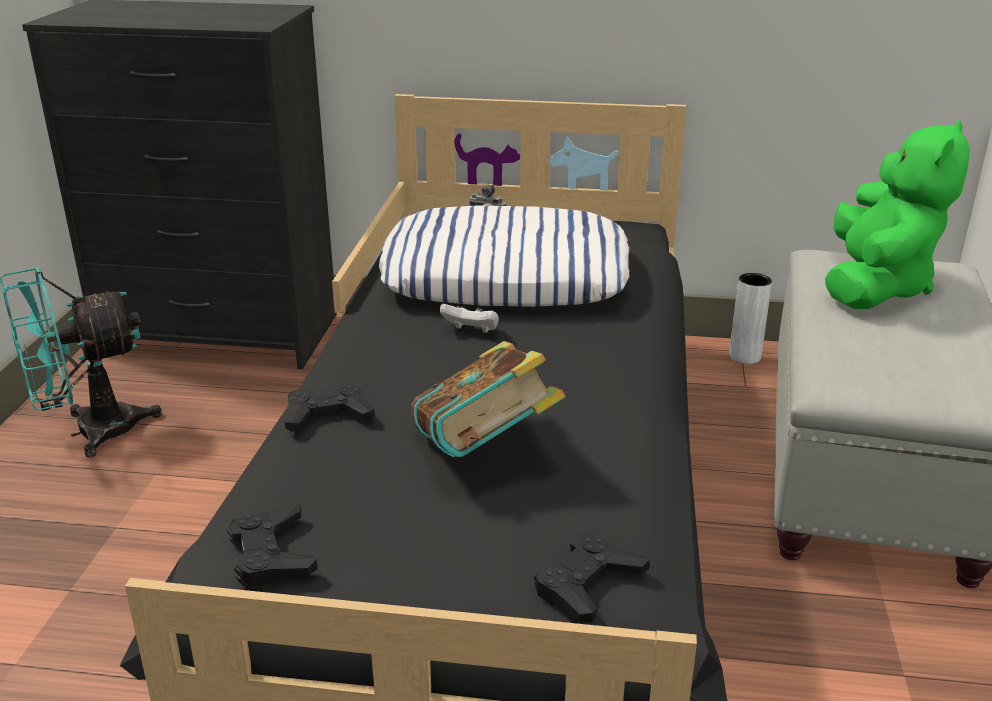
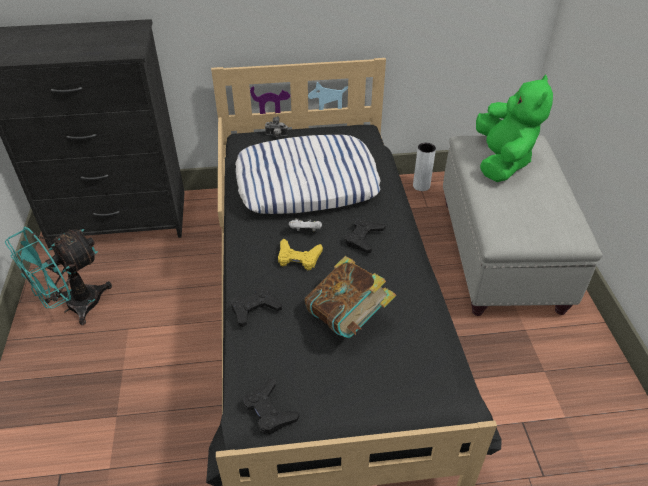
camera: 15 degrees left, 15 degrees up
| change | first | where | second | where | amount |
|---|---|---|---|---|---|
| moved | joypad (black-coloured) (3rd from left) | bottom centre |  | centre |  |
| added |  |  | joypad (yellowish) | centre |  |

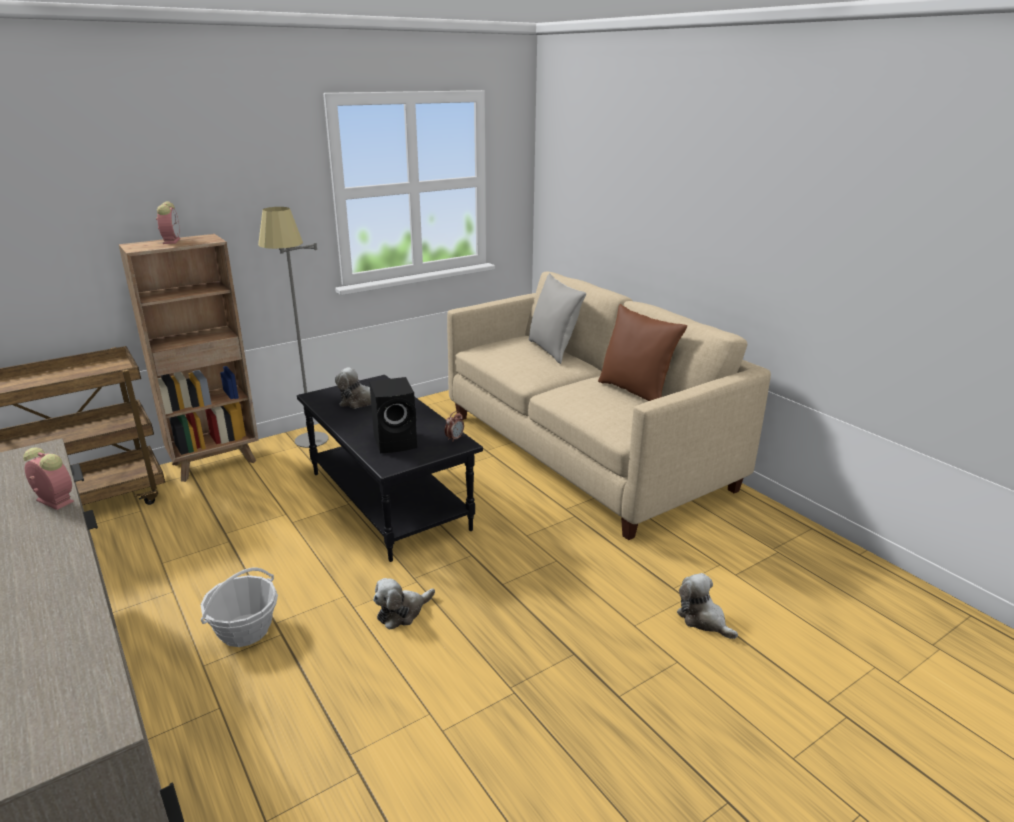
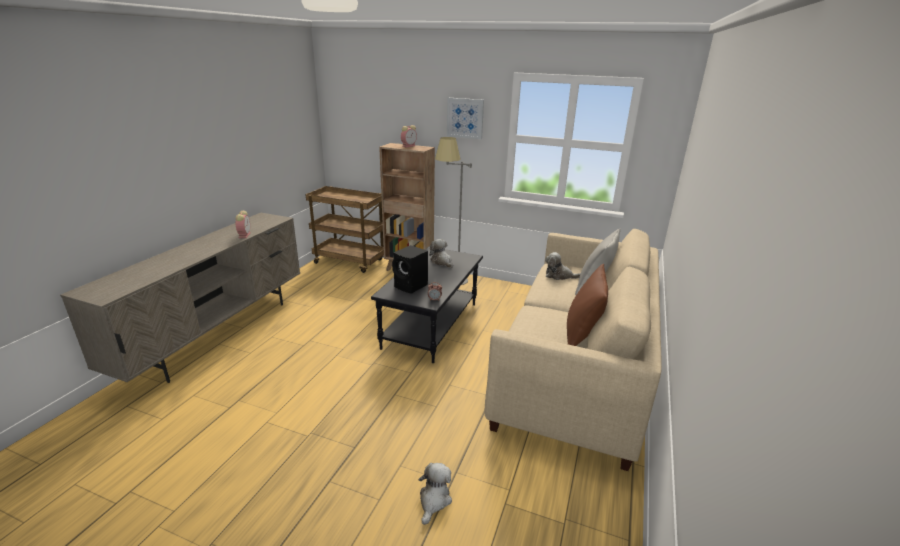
camera: 55 degrees right, 0 degrees up
| change | first | where | second | where | amount |
|---|---|---|---|---|---|
| removed | basket | bottom left |  |  |  |
| moved | plush toy (2nd from left in the first image) | bottom centre | plush toy (3rd from left) | centre |  |
| added |  |  | wall picture | top centre |  |

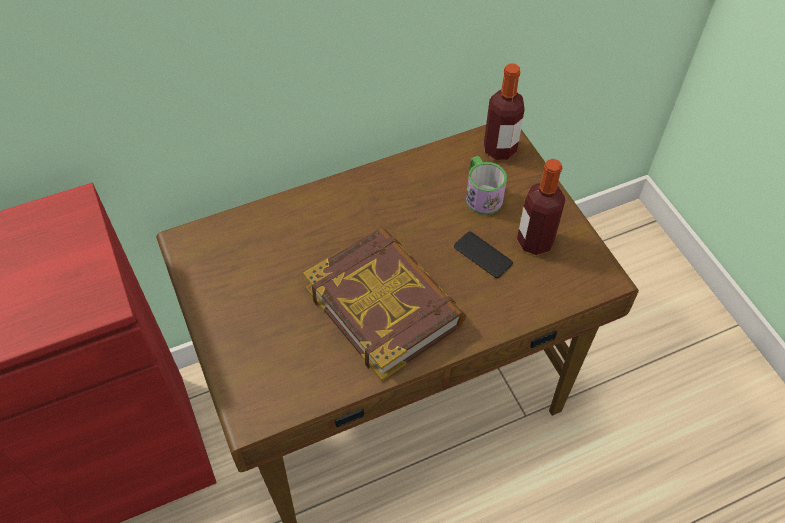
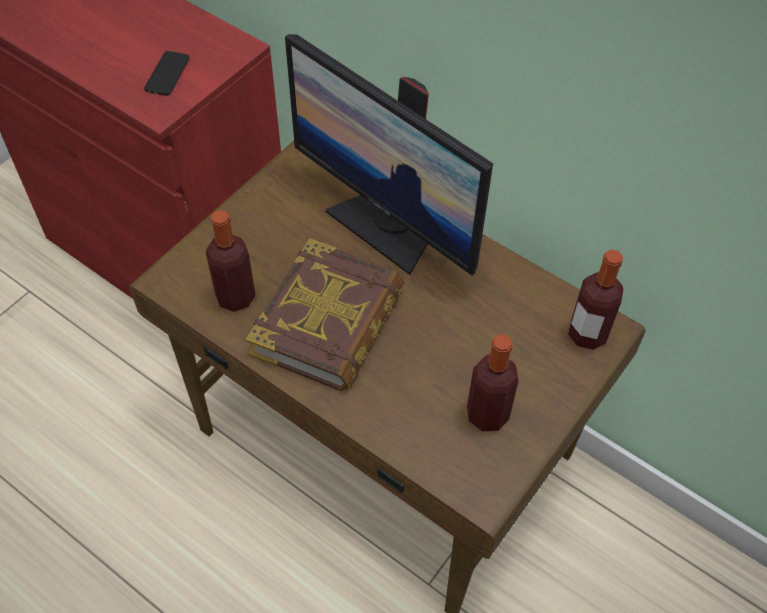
camera: 60 degrees right, 0 degrees up
| change | first | where | second | where | amount |
|---|---|---|---|---|---|
| moved | phone | centre |  | top left |  |
| removed | tea mug | centre |  |  |  |
| added |  |  | bottle (1st from left) | middle left |  |
| added |  |  | monitor | top centre |  |

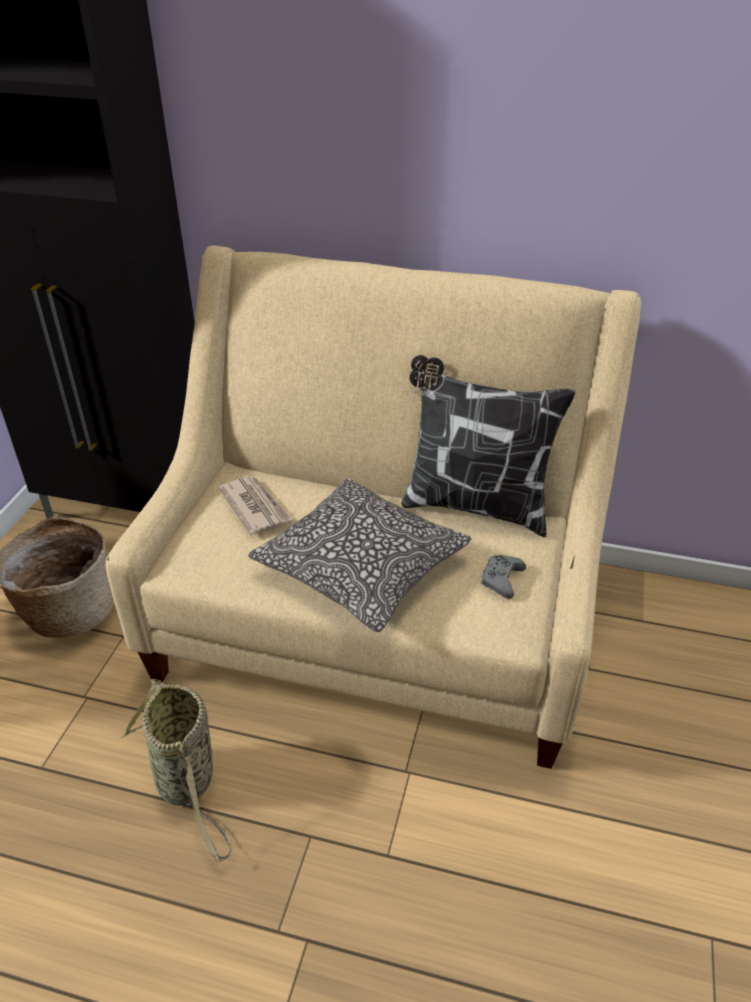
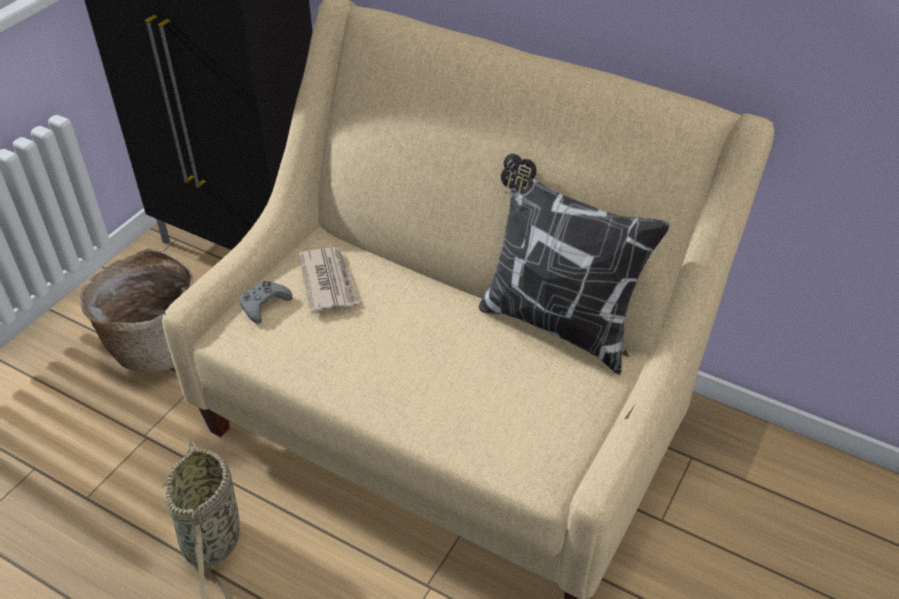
camera: 15 degrees right, 5 degrees up
| change | first | where | second | where | amount |
|---|---|---|---|---|---|
| removed | throw pillow (1st from left) | centre |  |  |  |
| moved | joypad (grey) | middle right |  | middle left |  |

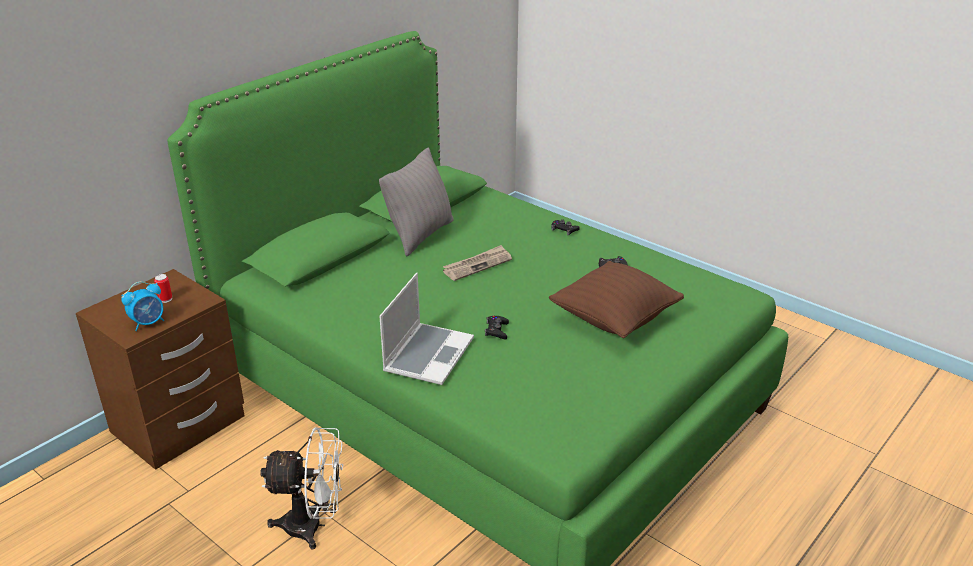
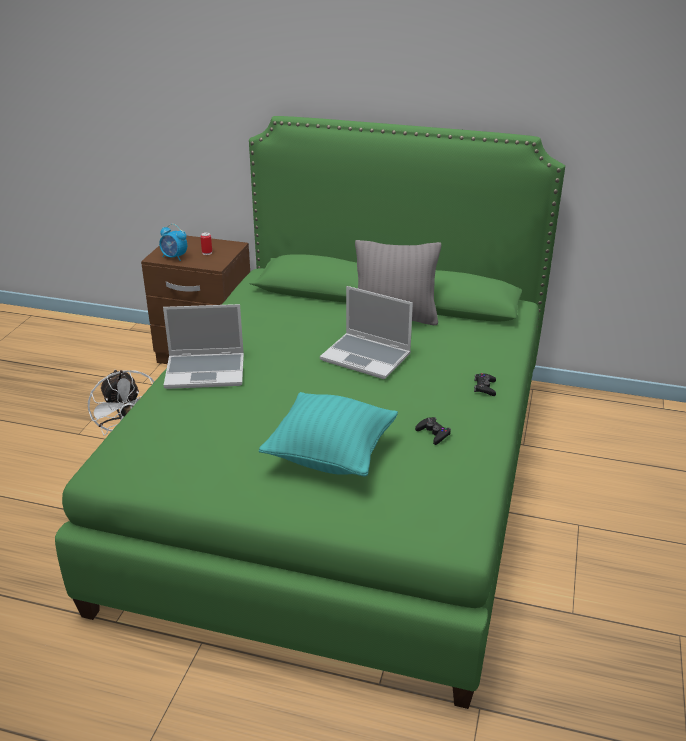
camera: 65 degrees right, 0 degrees up
| change | first | where | second | where | amount |
|---|---|---|---|---|---|
| replaced | printed paper | centre | notebook computer (2nd from left) | centre |  |
| removed | joypad (black-coloured) (1st from left) | centre |  |  |  |
| recoloured | throw pillow (brown) | centre | throw pillow (turquoise) | centre |  |

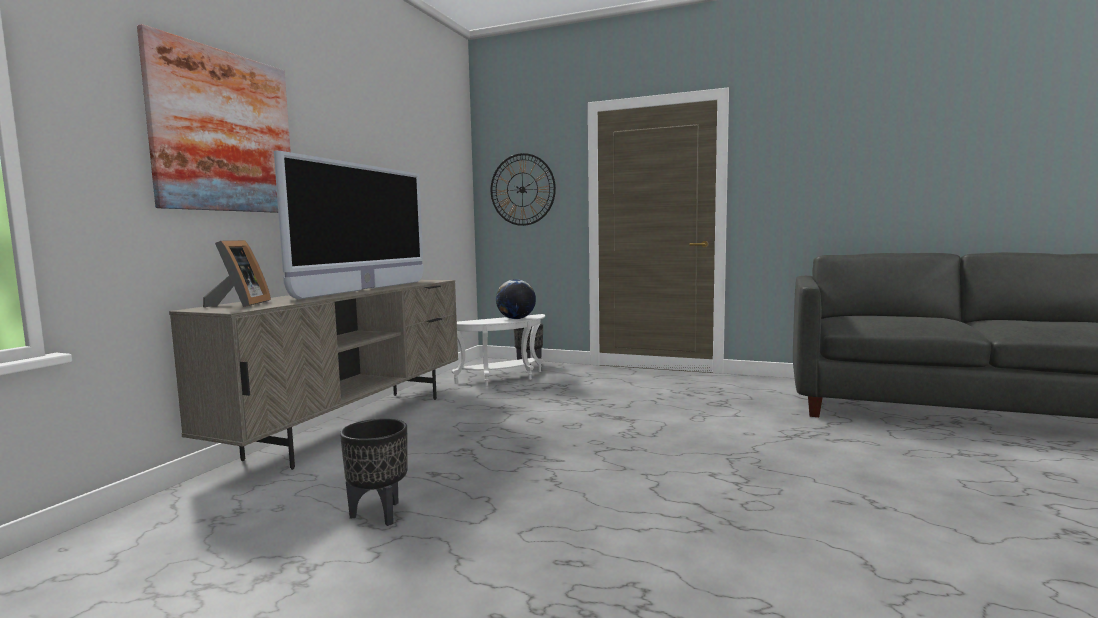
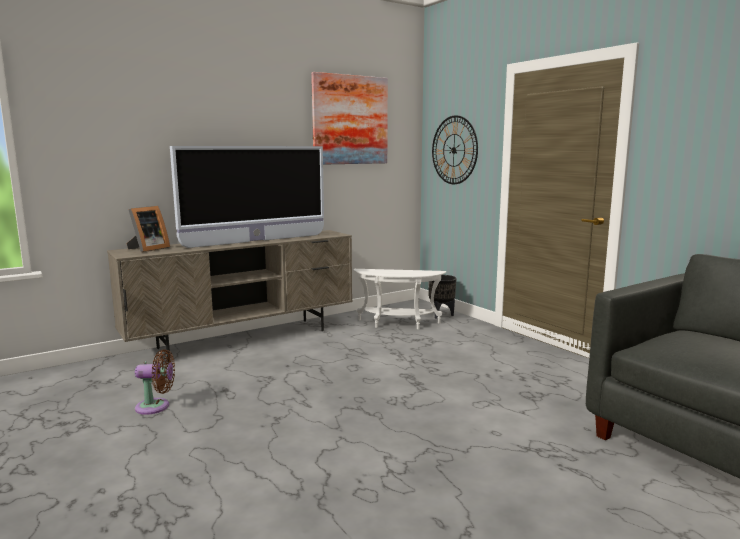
camera: 35 degrees right, 5 degrees up
| change | first | where | second | where | amount |
|---|---|---|---|---|---|
| moved | wall picture | top left |  | top centre |  |
| replaced | flower pot (black-coloured) (1st from left) | bottom centre | electric fan (brown) | bottom left |  |
| removed | world globe | centre |  |  |  |

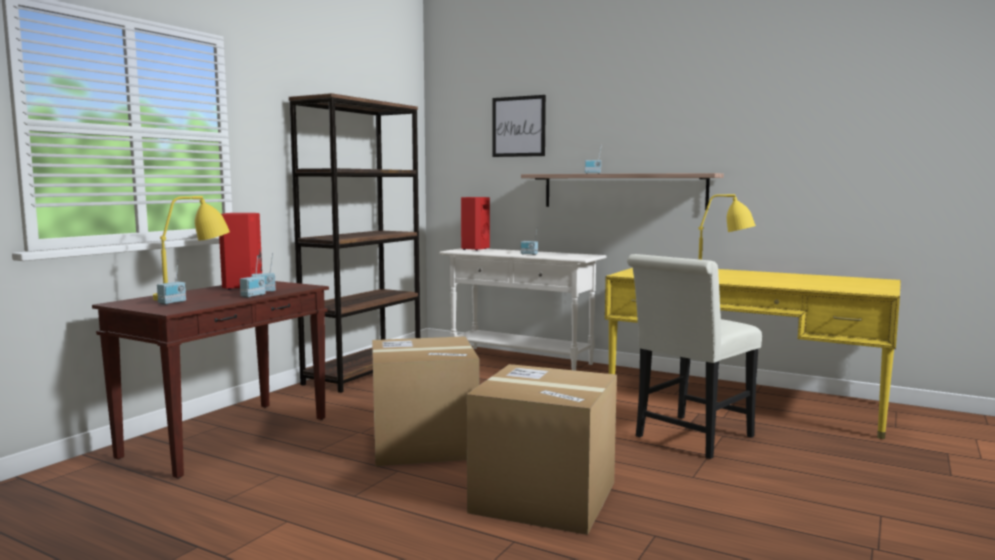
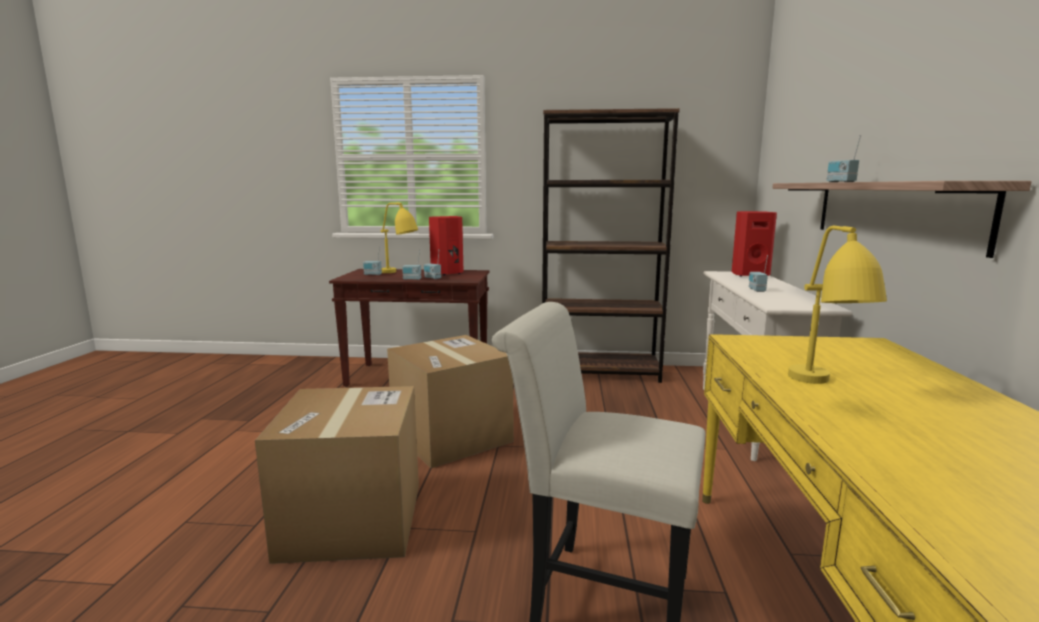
camera: 65 degrees right, 5 degrees up
| change | first | where | second | where | amount |
|---|---|---|---|---|---|
| removed | wall picture | top centre |  |  |  |

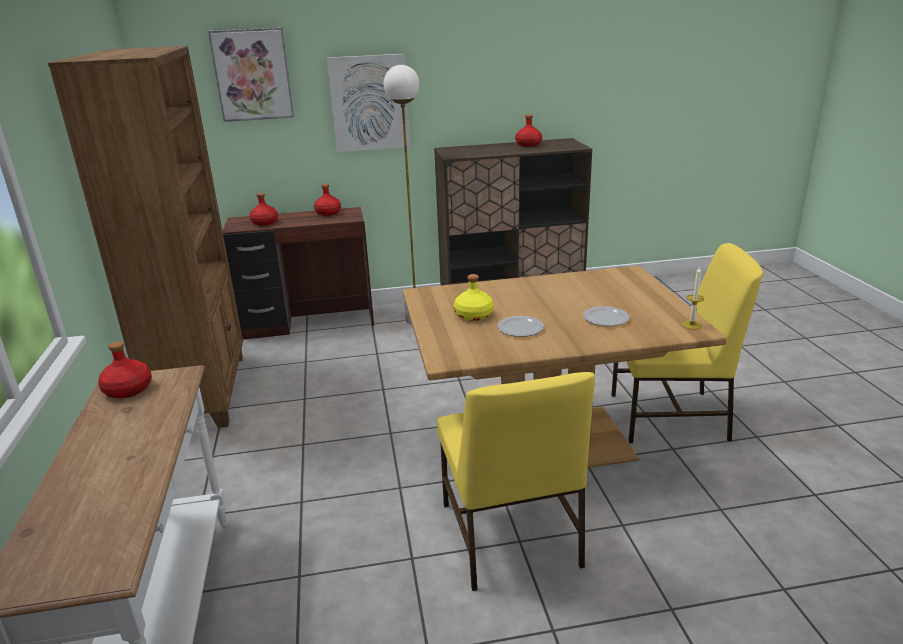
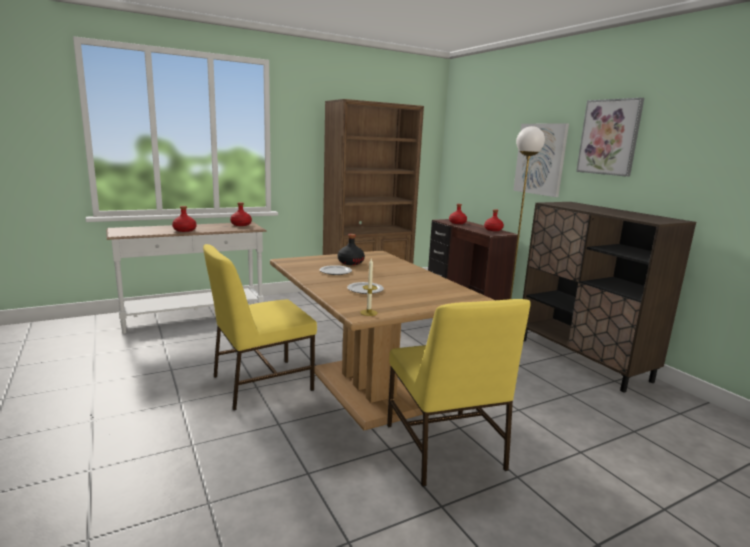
camera: 70 degrees right, 10 degrees down
| change | first | where | second | where | amount |
|---|---|---|---|---|---|
| moved | wall picture (1st from left in the first image) | top left | wall picture (2nd from left) | top right |  |
| recoloured | bottle (yellowish) | centre | bottle (black-coloured) | centre |  |
| moved | bottle (red-coloured) (4th from left in the first image) | top centre | bottle (red-coloured) (1st from left) | middle left |  |

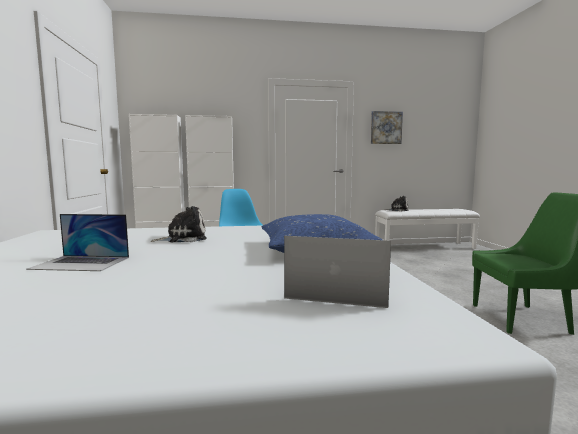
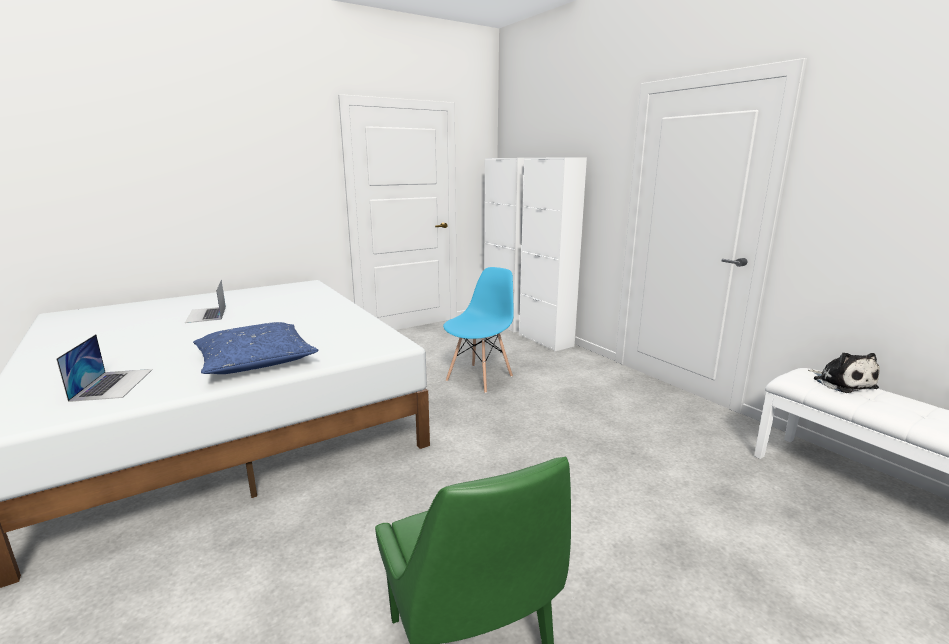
camera: 65 degrees right, 10 degrees up
| change | first | where | second | where | amount |
|---|---|---|---|---|---|
| removed | plush toy (1st from left) | middle left |  |  |  |
| removed | wall picture | top right |  |  |  |

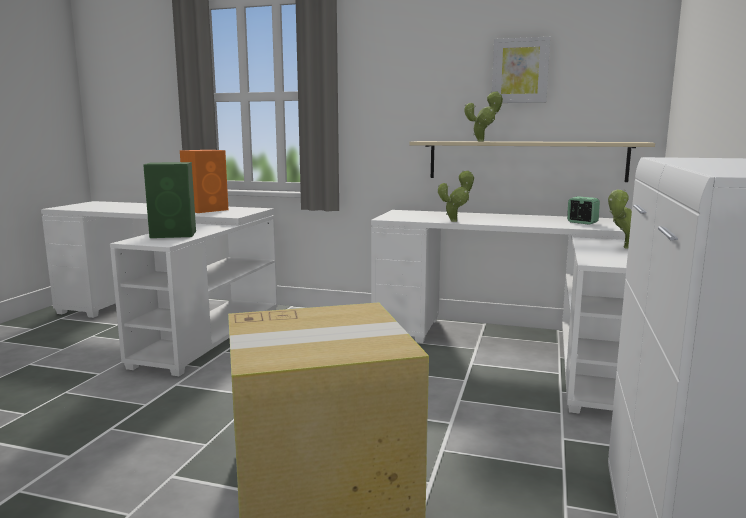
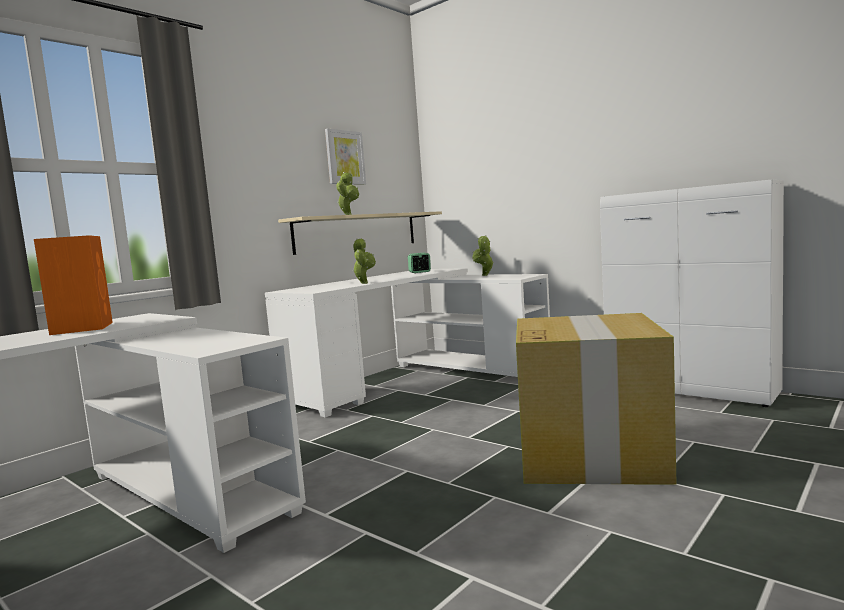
camera: 65 degrees left, 5 degrees down
| change | first | where | second | where | amount |
|---|---|---|---|---|---|
| removed | speaker (green-coloured) | middle left |  |  |  |

